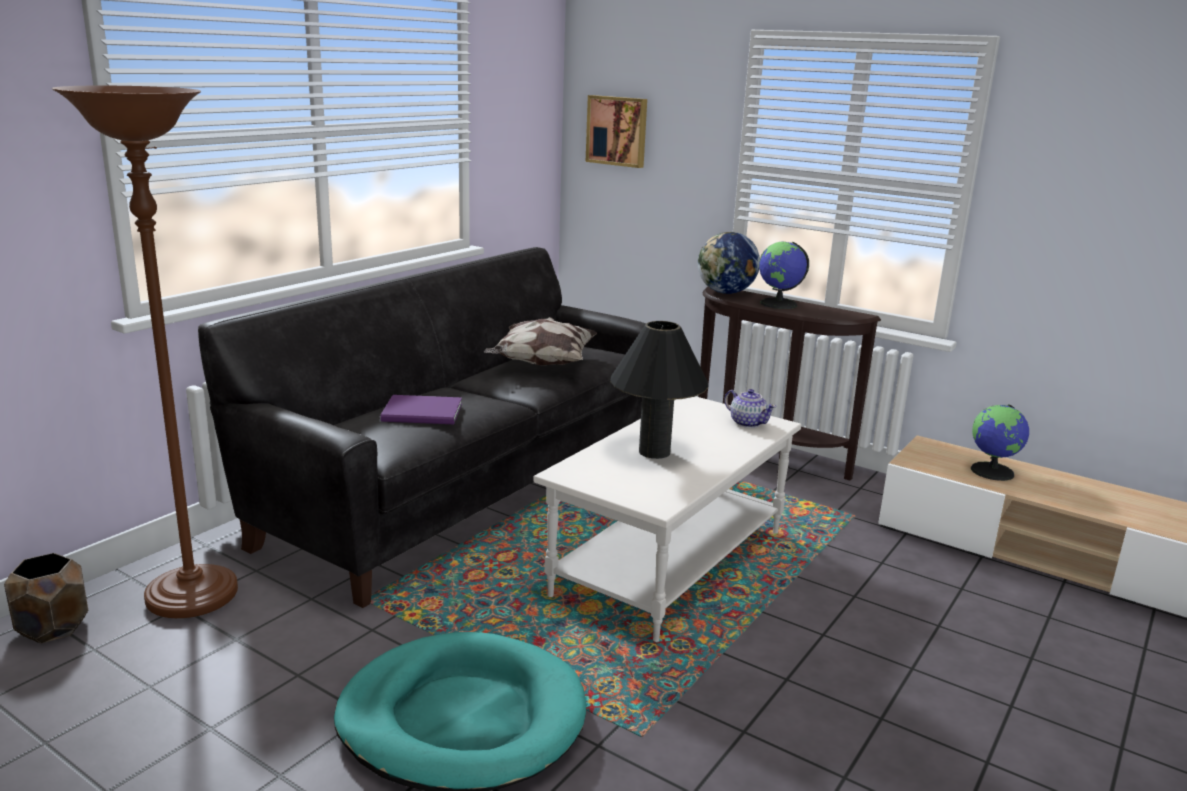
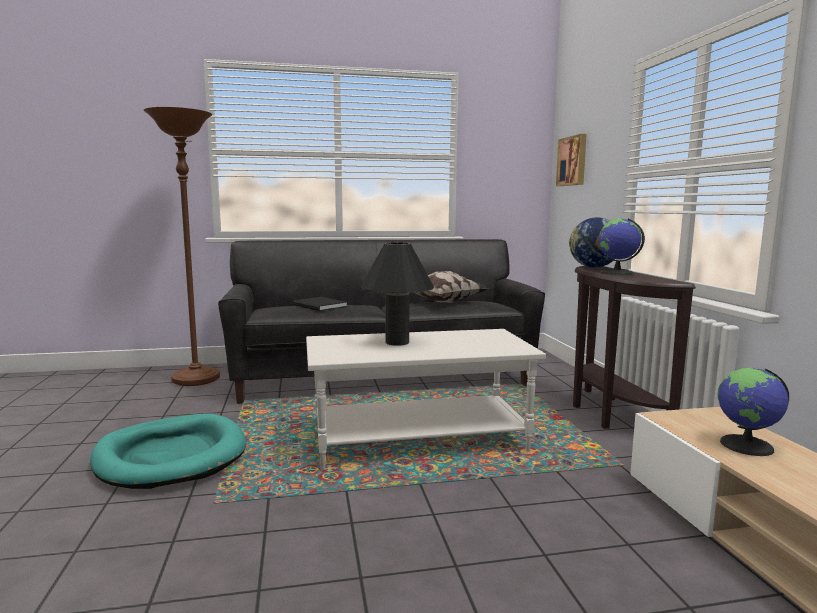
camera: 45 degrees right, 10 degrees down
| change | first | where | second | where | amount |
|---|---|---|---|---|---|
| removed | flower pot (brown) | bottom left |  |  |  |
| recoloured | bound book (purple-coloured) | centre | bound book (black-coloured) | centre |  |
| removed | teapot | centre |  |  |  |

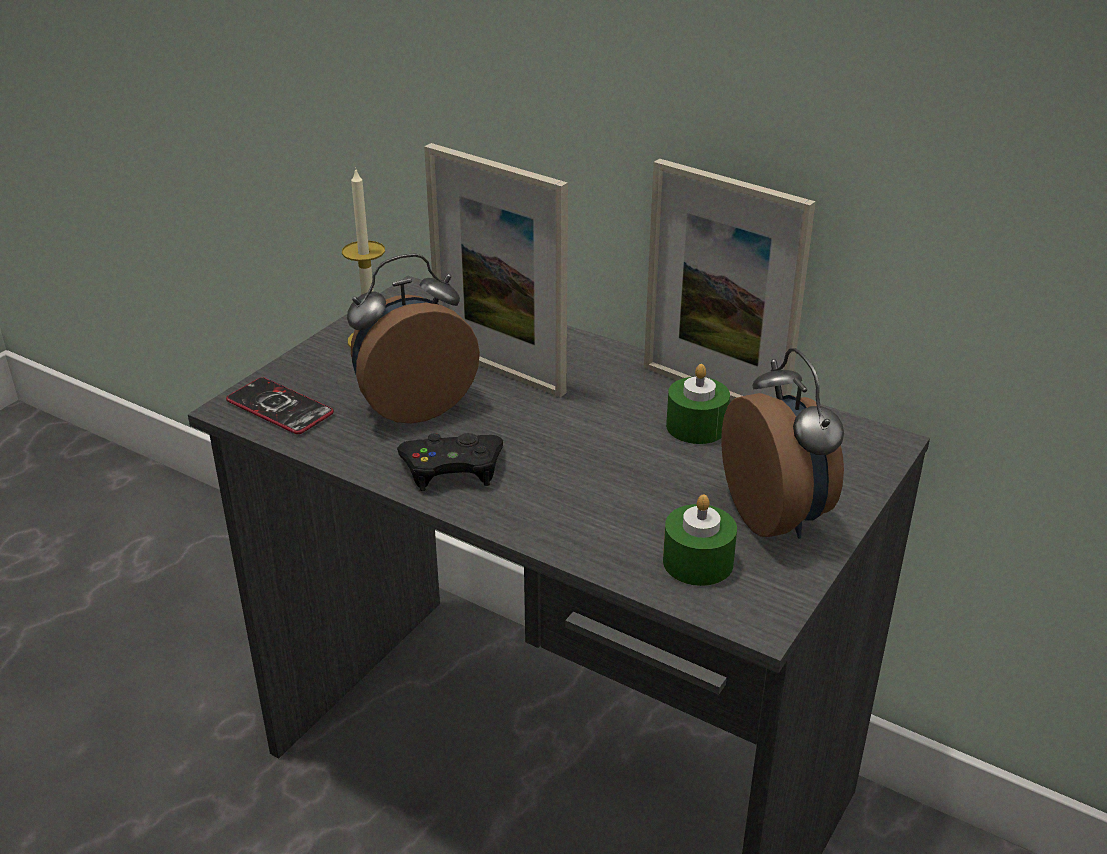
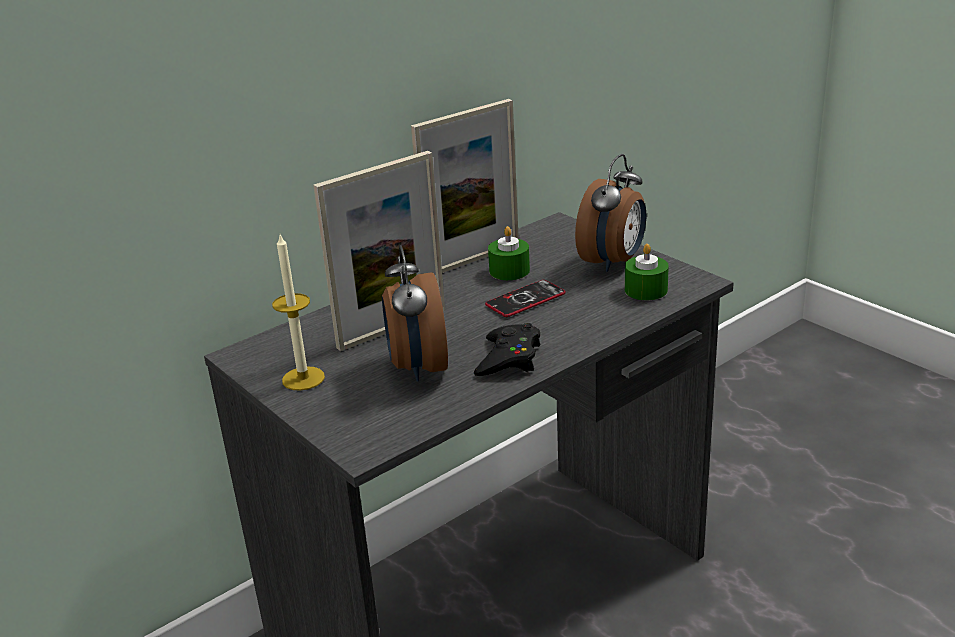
camera: 70 degrees left, 5 degrees down
| change | first | where | second | where | amount |
|---|---|---|---|---|---|
| moved | phone | middle left |  | centre |  |
| turned | table clock (2nd from left) | middle right |  | centre | 120 degrees clockwise |

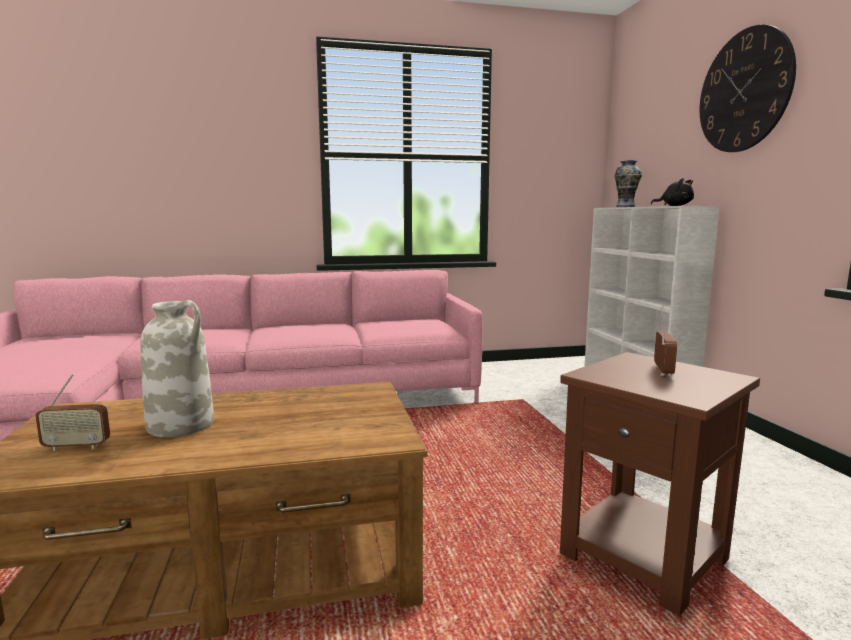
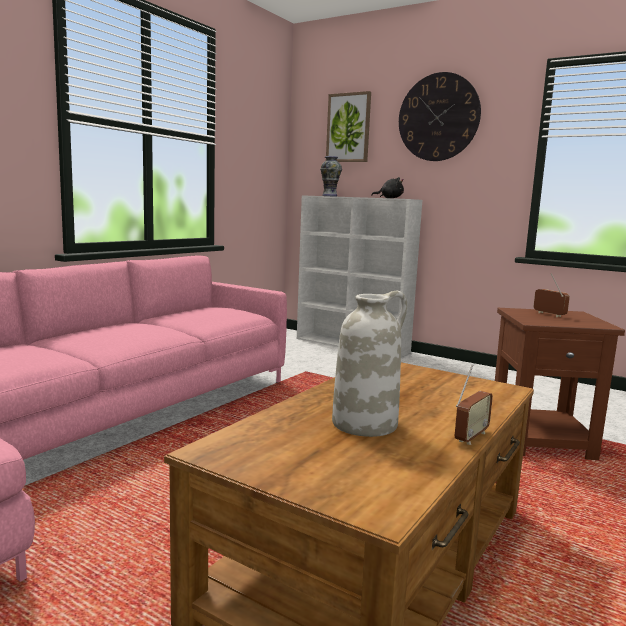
camera: 45 degrees left, 0 degrees up
| change | first | where | second | where | amount |
|---|---|---|---|---|---|
| moved | radio set (1st from left) | middle left |  | middle right |  |
| added |  |  | wall picture | top centre |  |

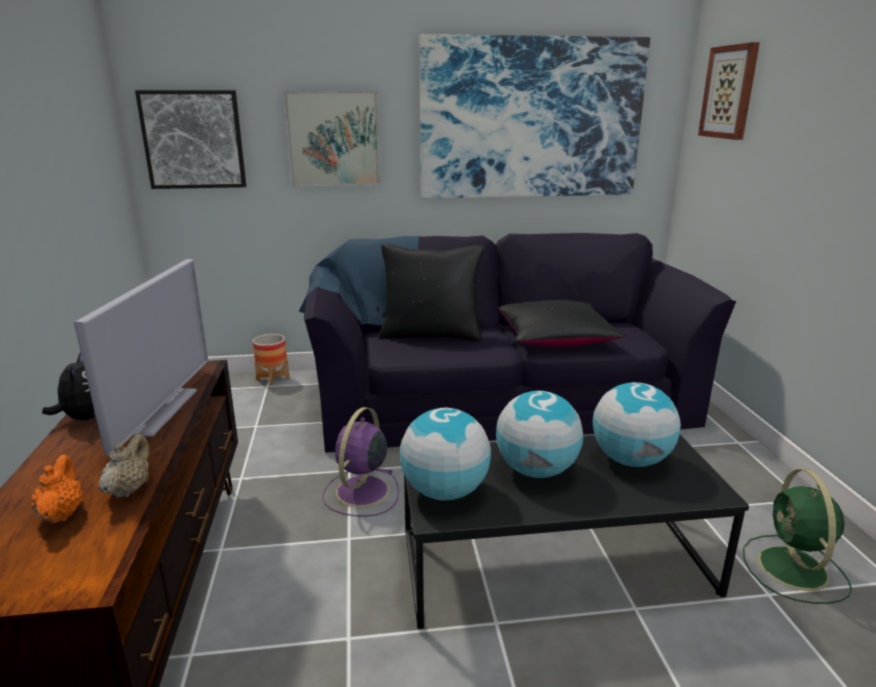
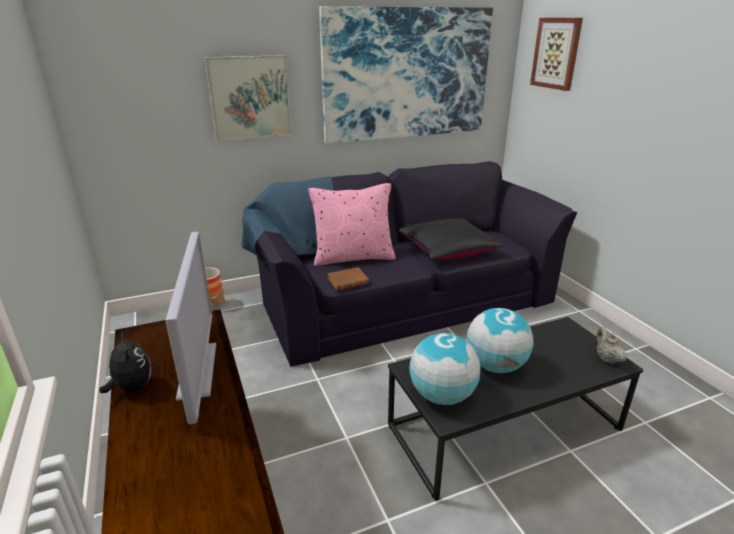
camera: 15 degrees left, 5 degrees up
| change | first | where | second | where | amount |
|---|---|---|---|---|---|
| removed | teapot (orange-coloured) | bottom left |  |  |  |
| moved | teapot (beige) | bottom left |  | middle right |  |
| removed | wall picture (1st from left) | top left |  |  |  |
| removed | electric fan (purple-coloured) | bottom centre |  |  |  |
| recoloured | throw pillow (black-coloured) (1st from left) | centre | throw pillow (pink) | centre |  |
| removed | world globe (3rd from left) | middle right |  |  |  |
| removed | electric fan (green-coloured) | bottom right |  |  |  |
| added |  |  | bound book (brown) | centre |  |

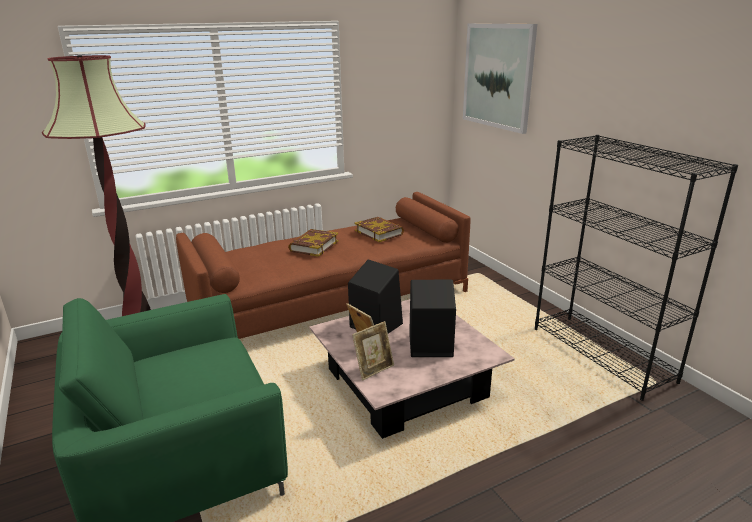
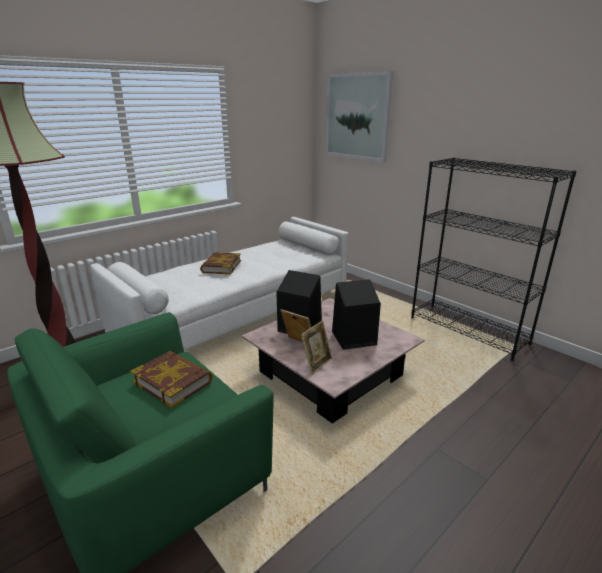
camera: 15 degrees left, 0 degrees up
| change | first | where | second | where | amount |
|---|---|---|---|---|---|
| recoloured | settee (brown) | centre | settee (whitish) | centre |  |
| moved | bound book (2nd from left in the first image) | centre | bound book (1st from left) | middle left |  |

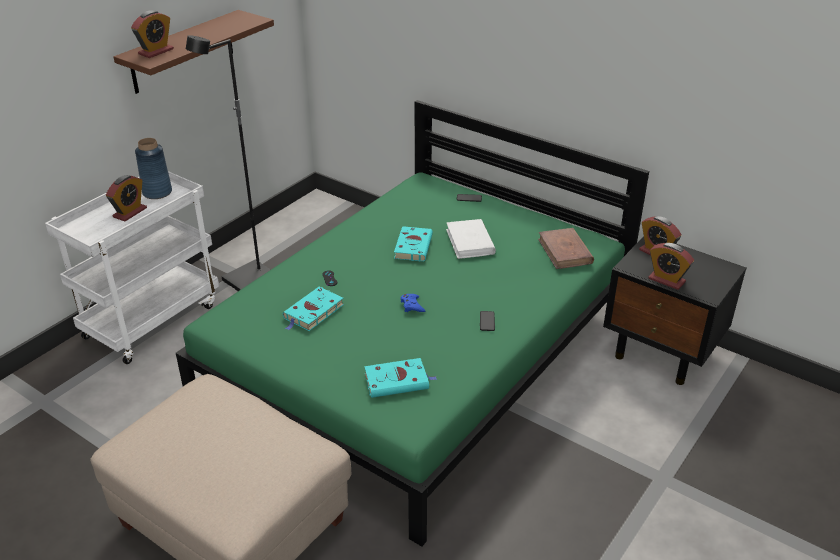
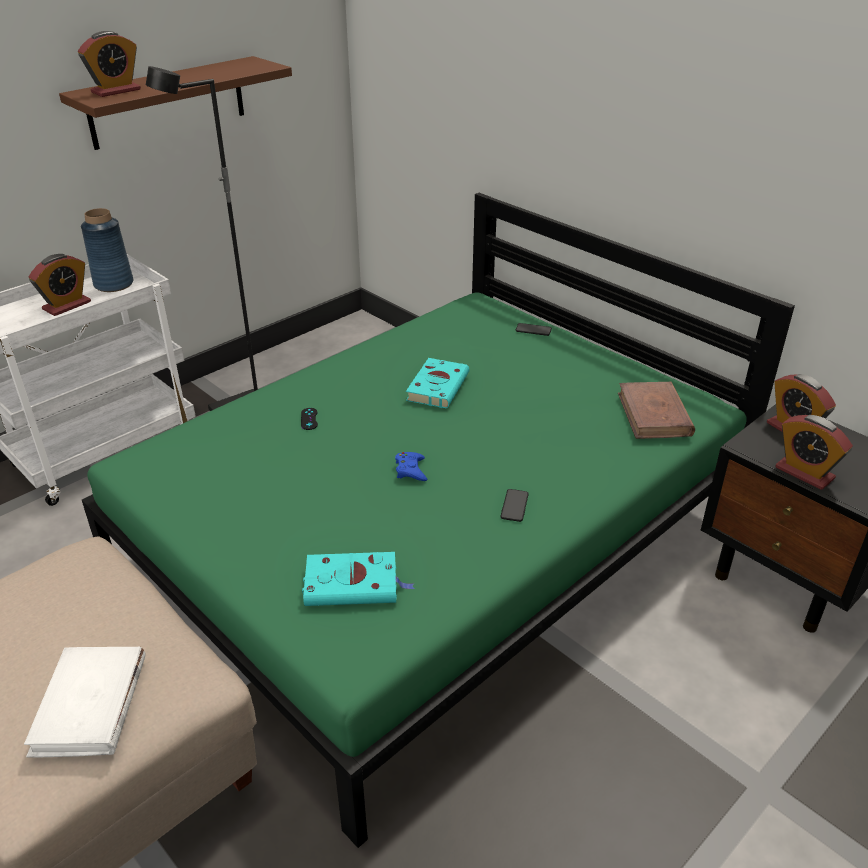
camera: 10 degrees right, 0 degrees up
| change | first | where | second | where | amount |
|---|---|---|---|---|---|
| removed | bound book (turquoise) (1st from left) | centre |  |  |  |
| moved | bound book (whitish) | centre |  | bottom left |  |

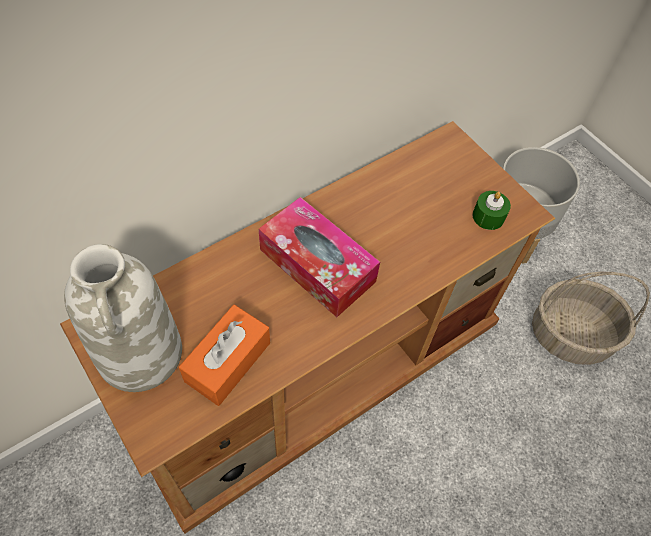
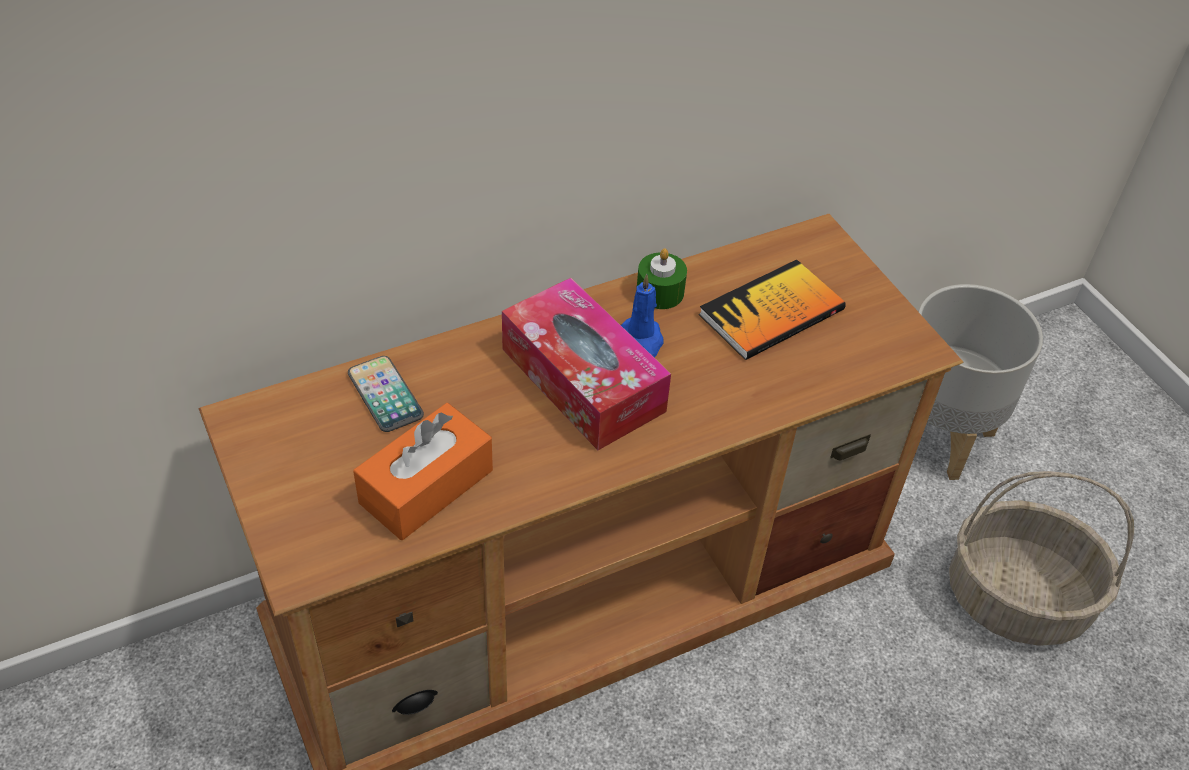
camera: 10 degrees right, 10 degrees down
| change | first | where | second | where | amount |
|---|---|---|---|---|---|
| removed | vase (whitish) | middle left |  |  |  |
| moved | wax candle (green-coloured) | middle right |  | centre |  |
| added |  |  | phone | middle left |  |
| added |  |  | wax candle (blue-coloured) | centre |  |
| added |  |  | bound book | centre |  |

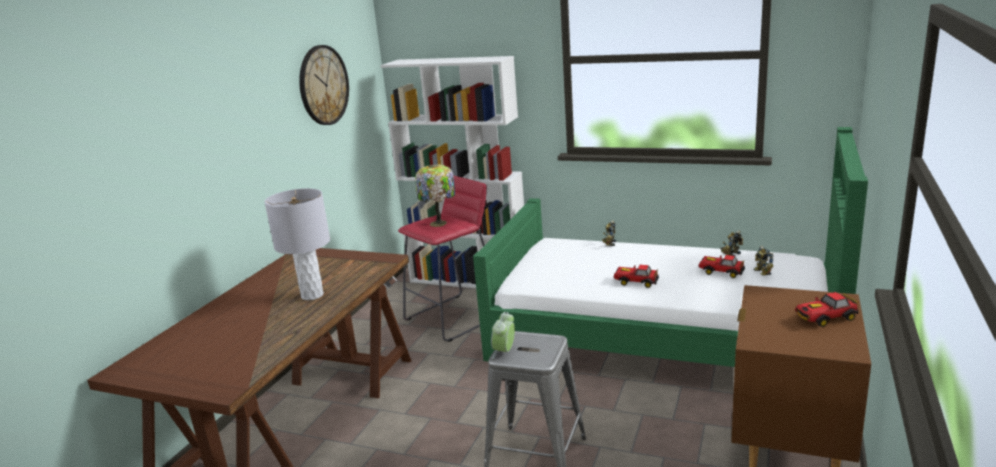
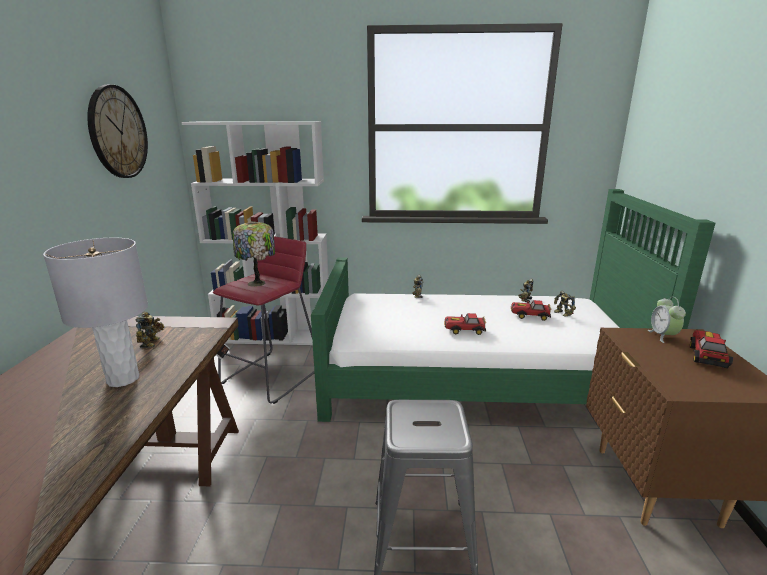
camera: 20 degrees left, 0 degrees up
| change | first | where | second | where | amount |
|---|---|---|---|---|---|
| moved | table clock | bottom centre |  | middle right |  |
| turned | toy car (3rd from left) | middle right |  | middle right | 150 degrees clockwise |
| added |  |  | robot figure (1st from left) | middle left |  |

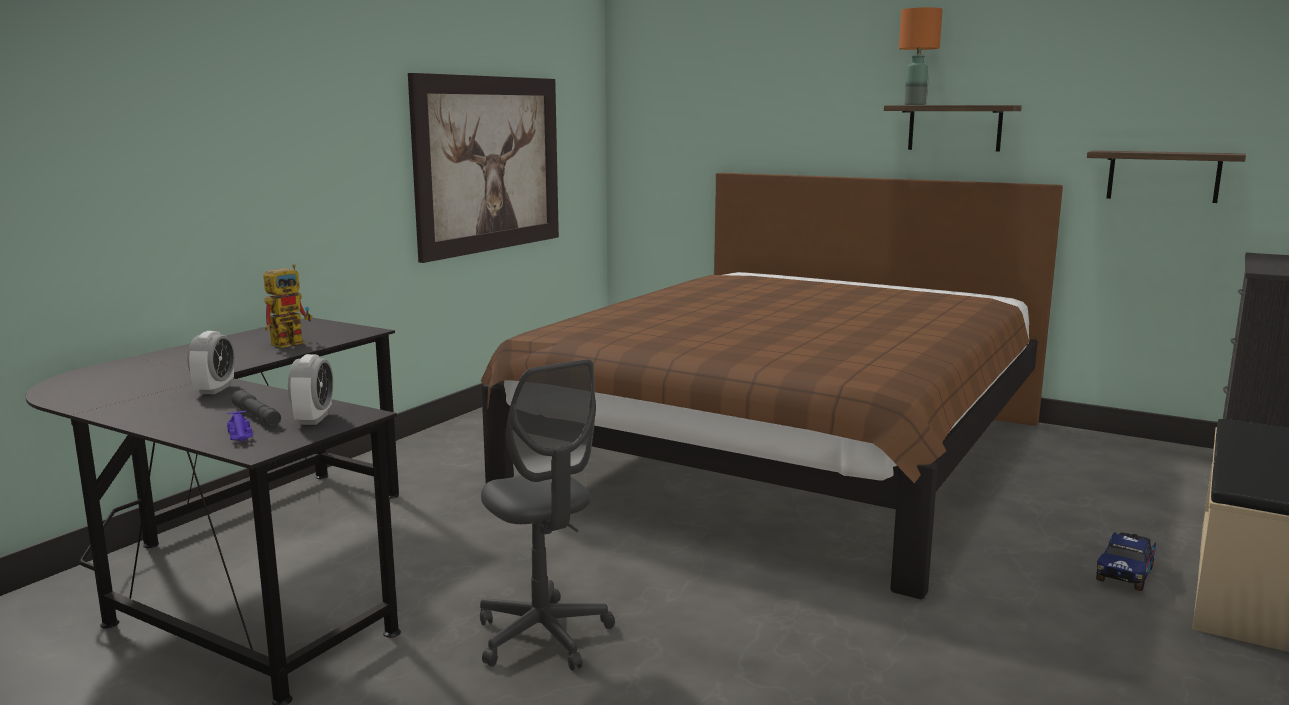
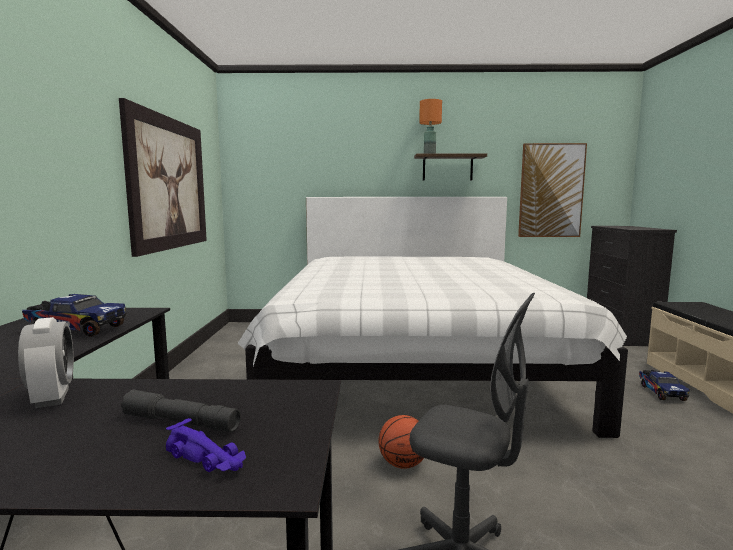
camera: 30 degrees left, 5 degrees down
| change | first | where | second | where | amount |
|---|---|---|---|---|---|
| replaced | robot figure | middle left | toy lorry (1st from left) | middle left |  |
| removed | table clock (2nd from left) | middle left |  |  |  |
| recoloured | bed (brown) | centre | bed (whitish) | centre |  |
| replaced | wall shelf (2nd from left) | top right | wall picture (2nd from left) | middle right |  |
| added |  |  | ball for basketball | bottom centre |  |

